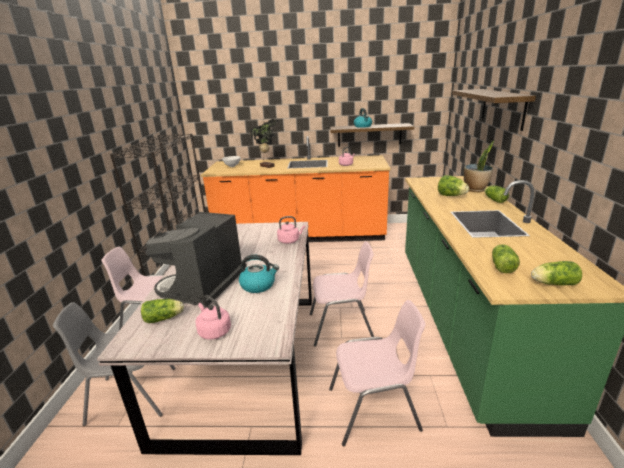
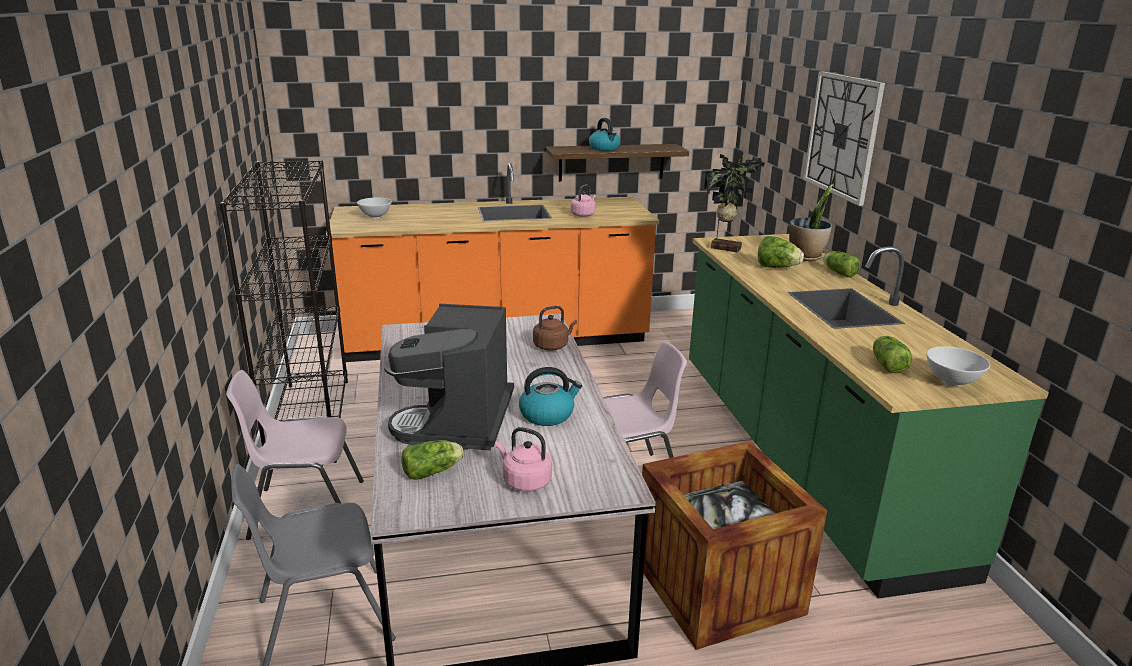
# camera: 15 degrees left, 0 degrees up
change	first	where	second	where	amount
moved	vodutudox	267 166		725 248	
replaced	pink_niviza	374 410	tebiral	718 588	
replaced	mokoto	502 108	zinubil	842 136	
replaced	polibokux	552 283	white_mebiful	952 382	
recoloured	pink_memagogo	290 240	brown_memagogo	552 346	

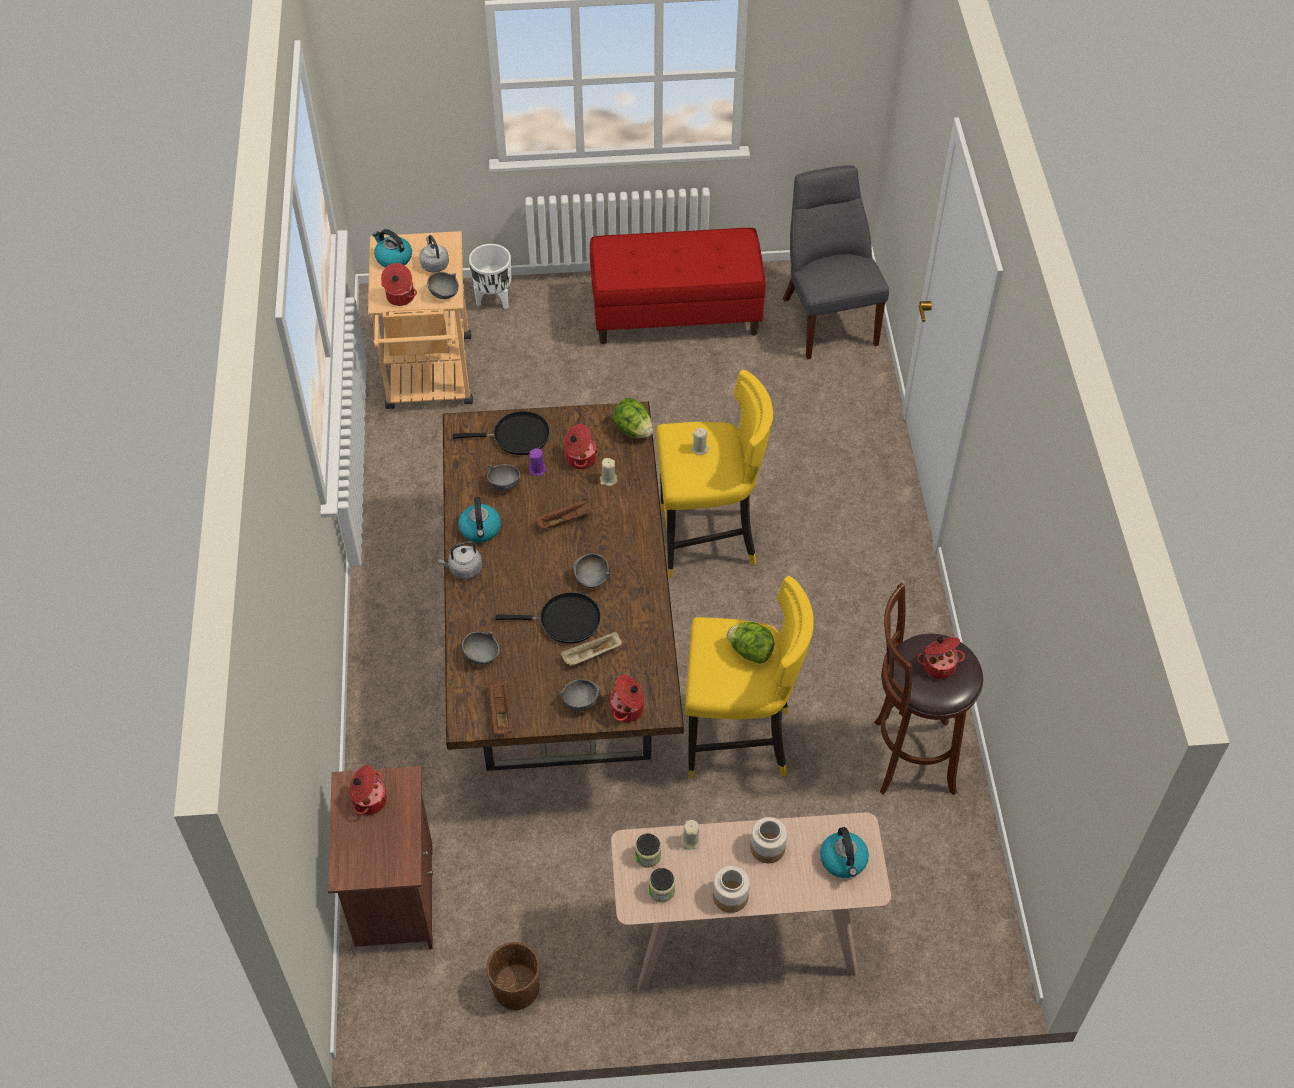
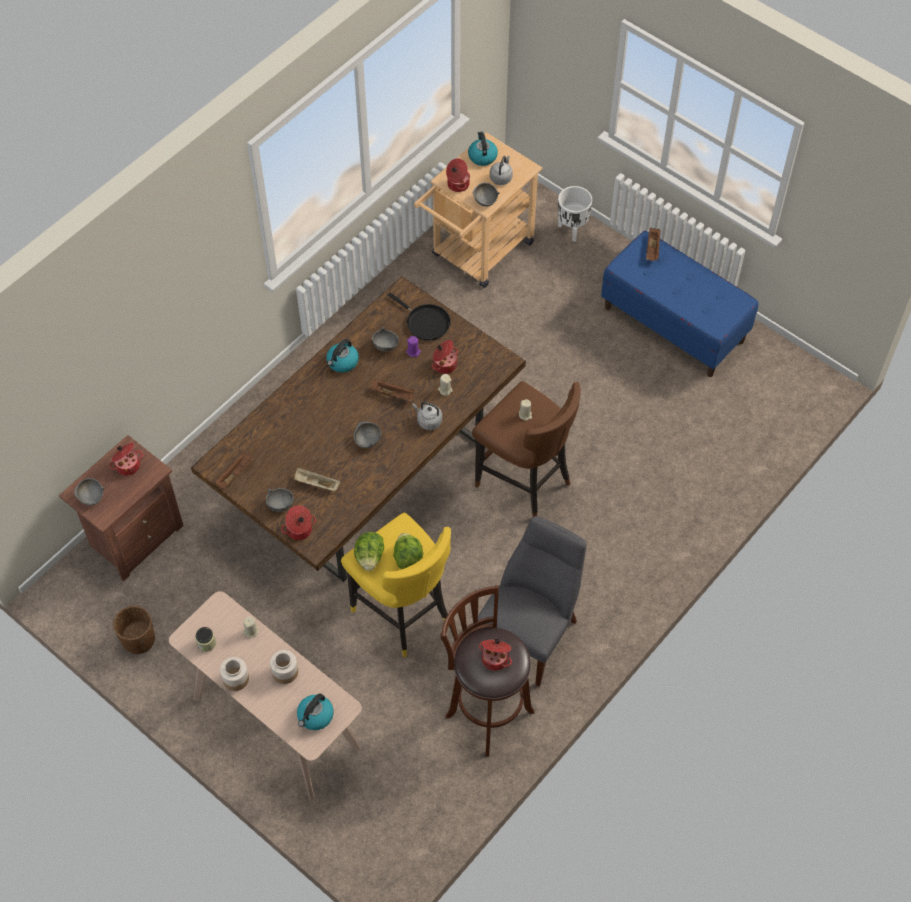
# camera: 45 degrees right, 5 degrees up
change	first	where	second	where	amount
removed	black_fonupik	565 621			
removed	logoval	648 856			
added			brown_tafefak	652 249	
moved	grey_memagogo	464 569		428 421	
moved	grey_mebiful	482 656		91 497	
moved	polibokux	633 430		369 557	
moved	grey_niviza	827 318		530 633	
recoloured	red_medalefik	676 314	blue_medalefik	674 324	
recoloured	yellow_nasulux	708 540	brown_nasulux	524 483	

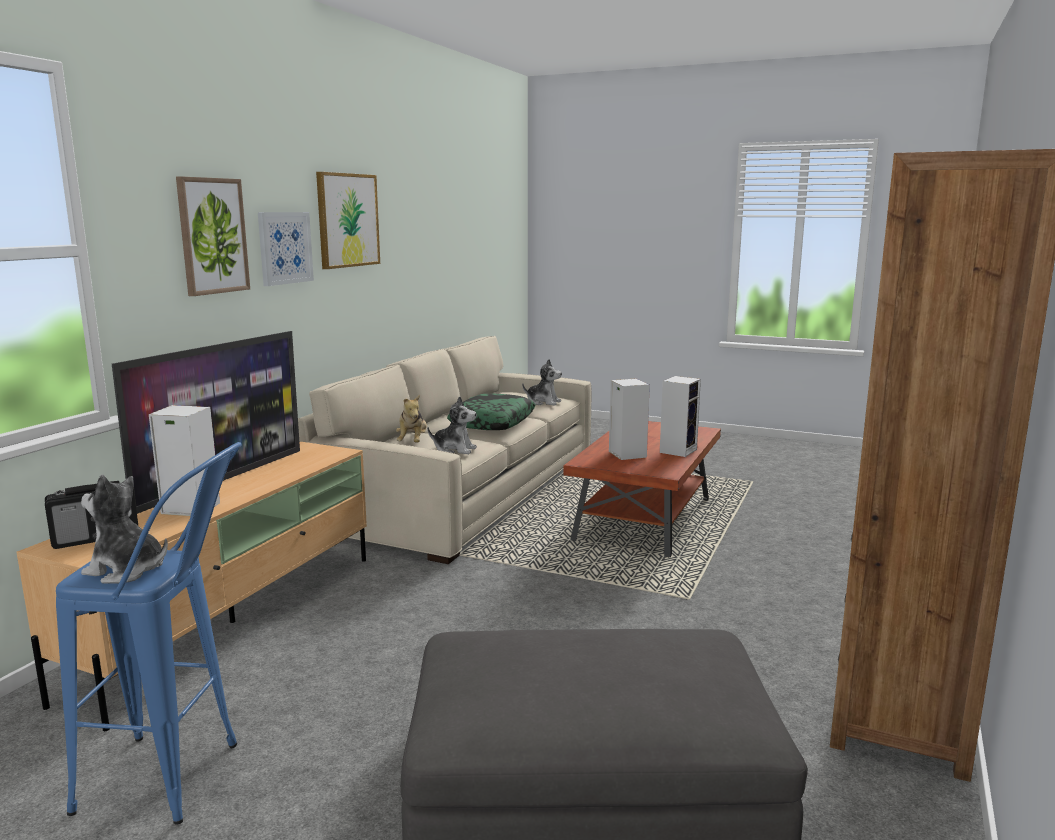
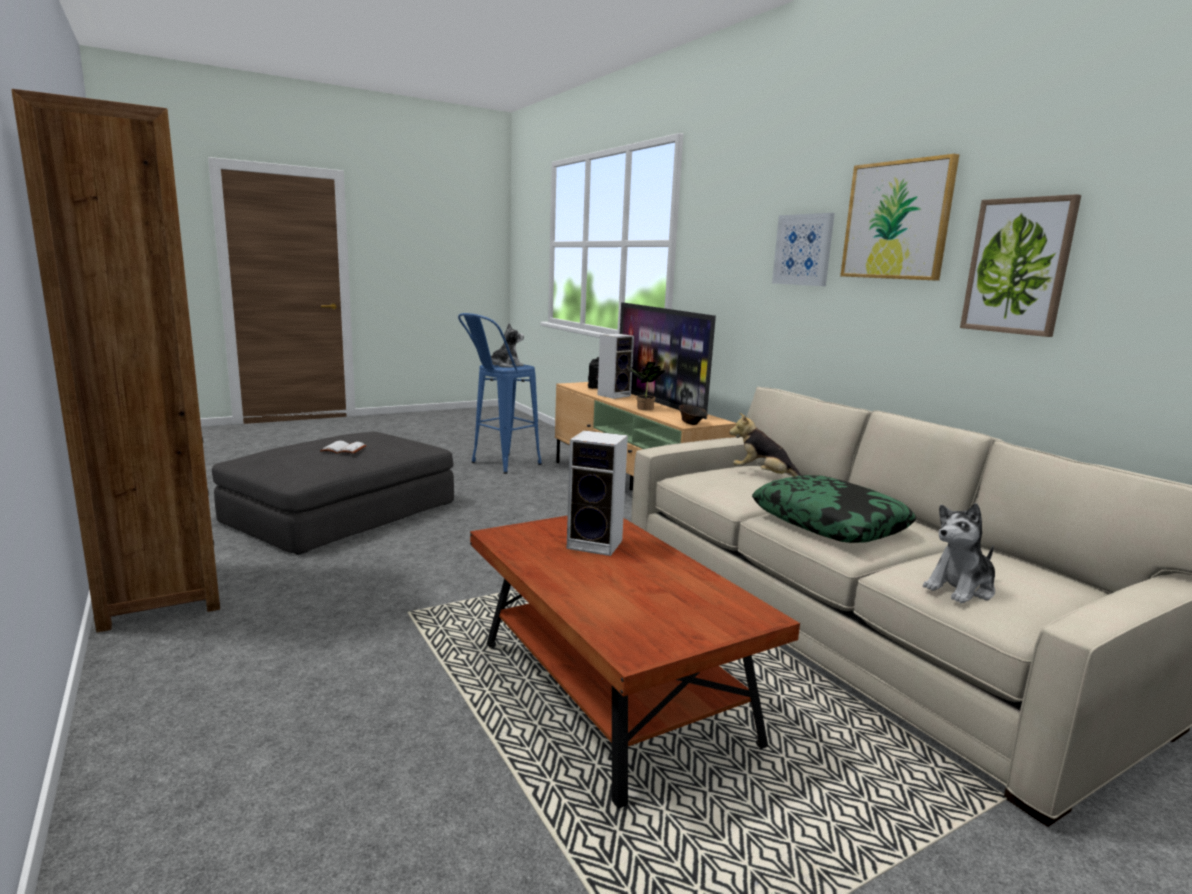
# camera: 125 degrees right, 0 degrees up
change	first	where	second	where	amount
removed	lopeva	454 450			
removed	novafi	678 450			
added			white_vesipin	342 450	
added			vodutudox	642 408	
added			brown_mebiful	691 424	
moved	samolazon	212 236		1018 266	

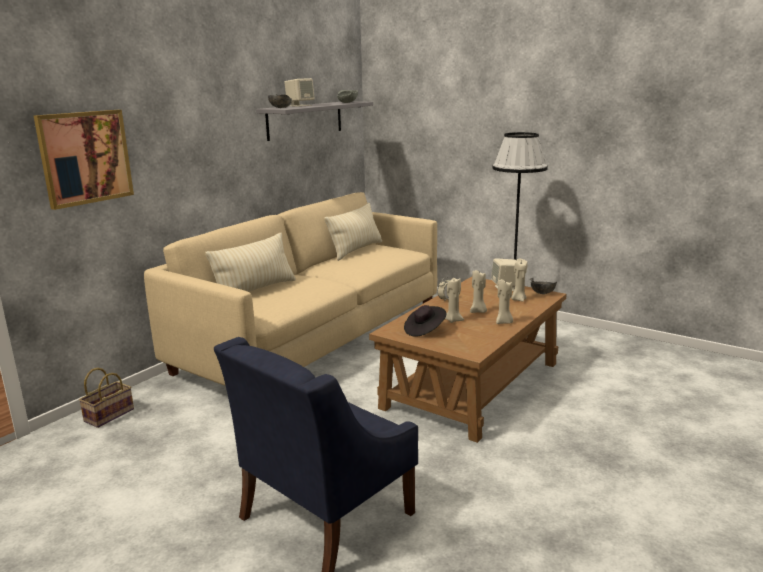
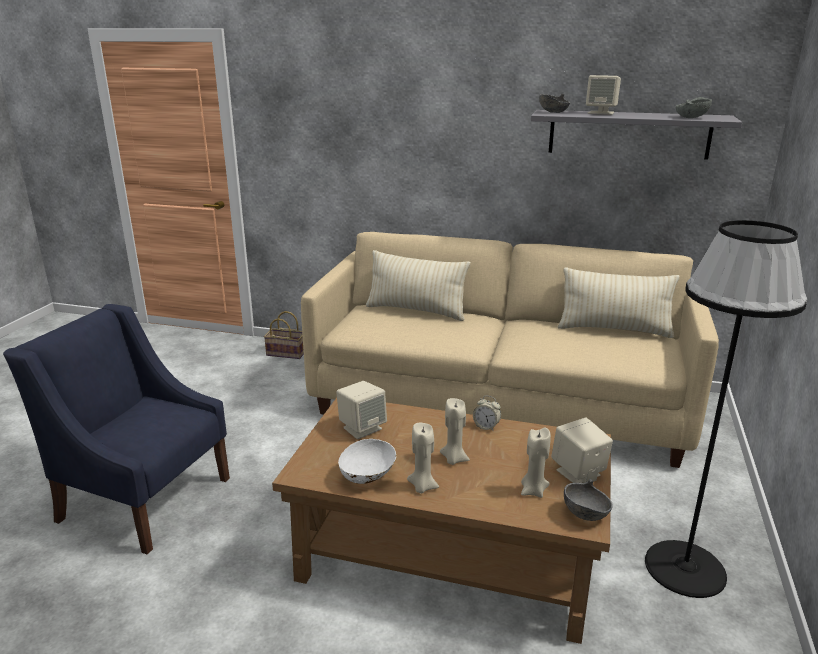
# camera: 70 degrees right, 5 degrees up
change	first	where	second	where	amount
removed	samolazon	85 157			
removed	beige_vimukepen	453 320			
added			white_mebiful	368 476	
replaced	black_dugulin	424 330	beige_novafi	362 428	

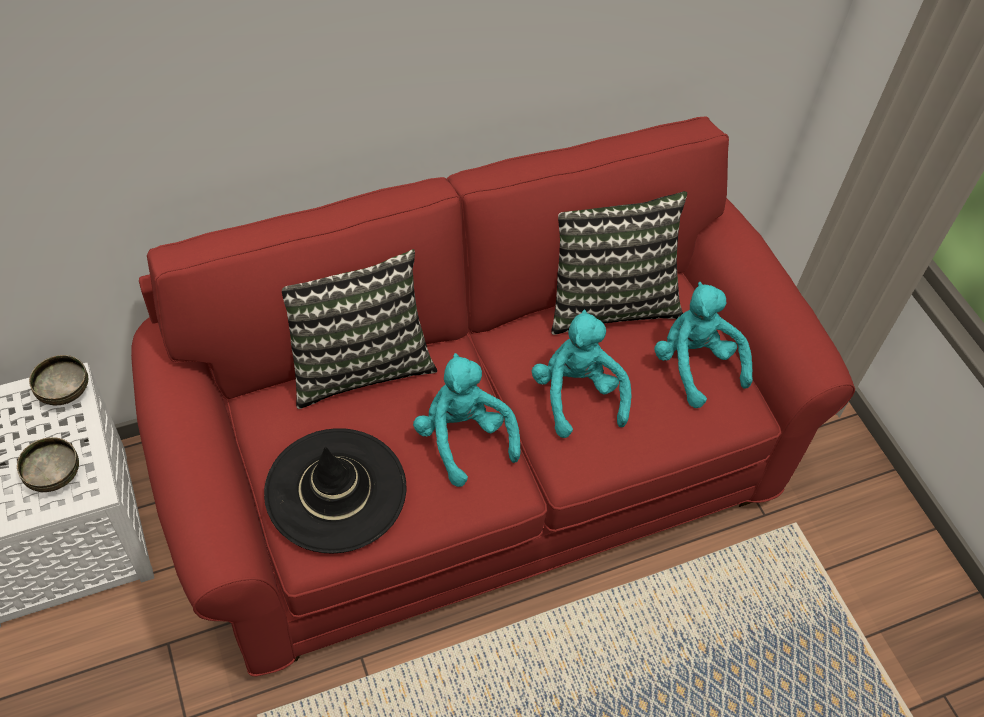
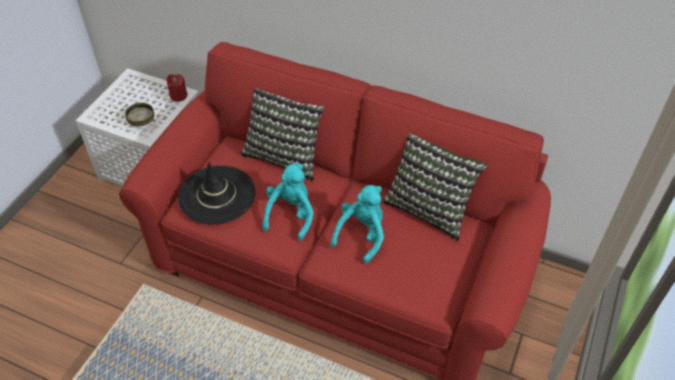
# camera: 50 degrees right, 5 degrees down
change	first	where	second	where	amount
removed	turquoise_lopeva	695 365			
replaced	mebiful	64 392	red_vimukepen	178 96	

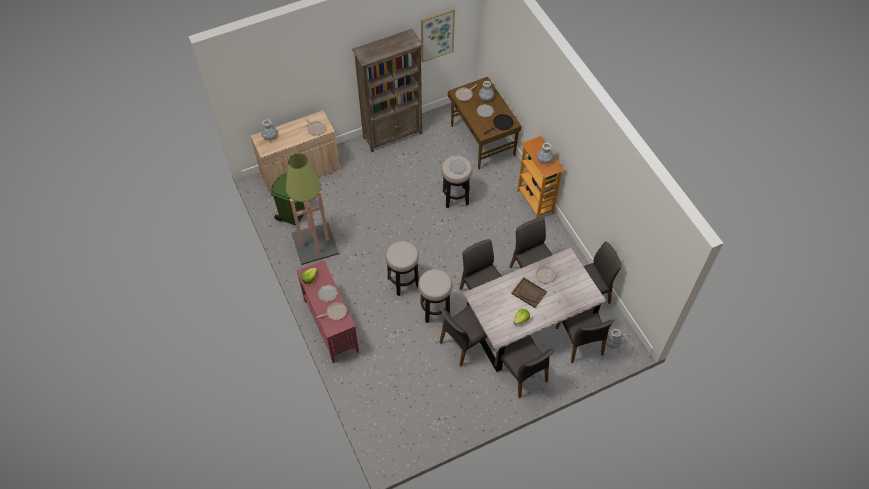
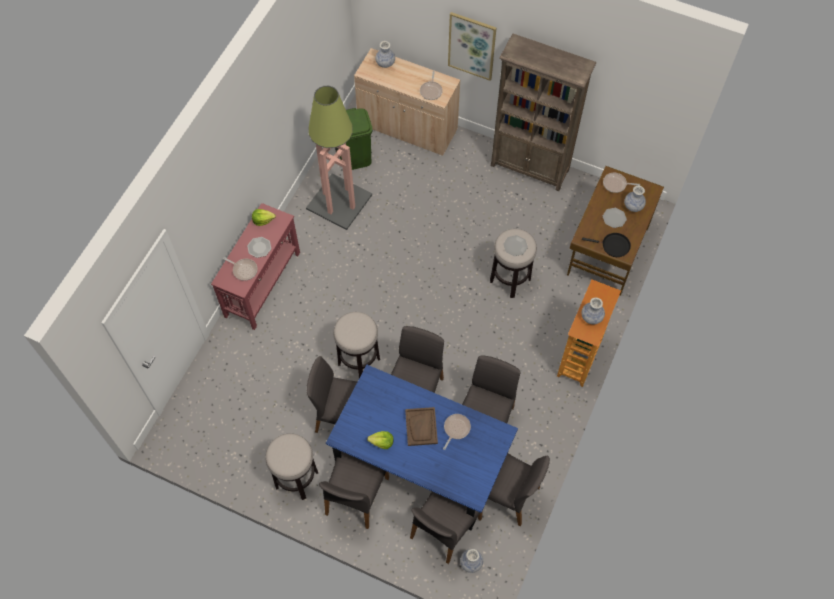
# camera: 50 degrees right, 5 degrees up
change	first	where	second	where	amount
moved	nasulux	403 282		296 479	
moved	samolazon	437 35		472 46	
recoloured	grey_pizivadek	529 324	blue_pizivadek	421 462	

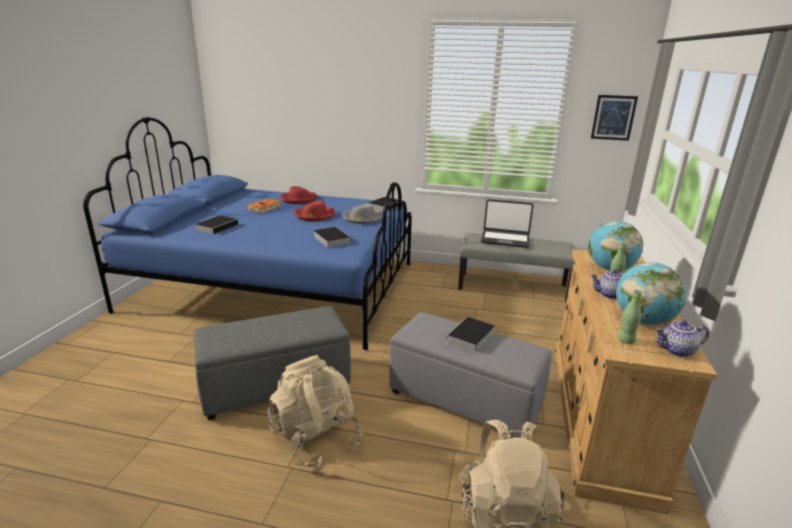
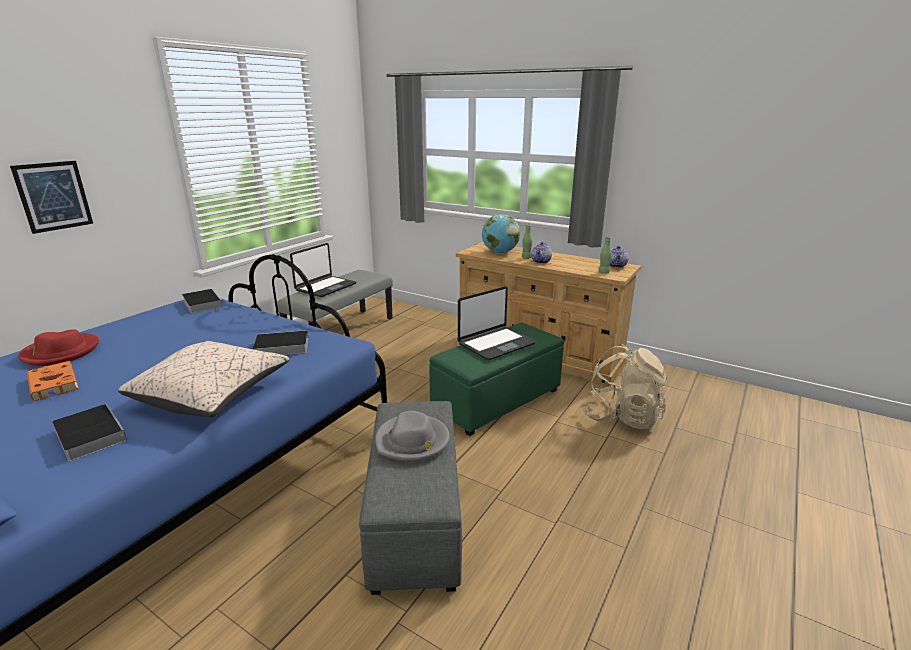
# camera: 70 degrees left, 0 degrees up
change	first	where	second	where	amount
removed	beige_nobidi	316 438			
removed	red_dugulin	314 215			
removed	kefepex	643 321			
added			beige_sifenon	213 394	
moved	grey_dugulin	362 218		412 441	
moved	samolazon	613 117		54 196	
replaced	vesipin	470 338	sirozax	495 344	
recoloured	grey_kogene	465 399	green_kogene	498 400	

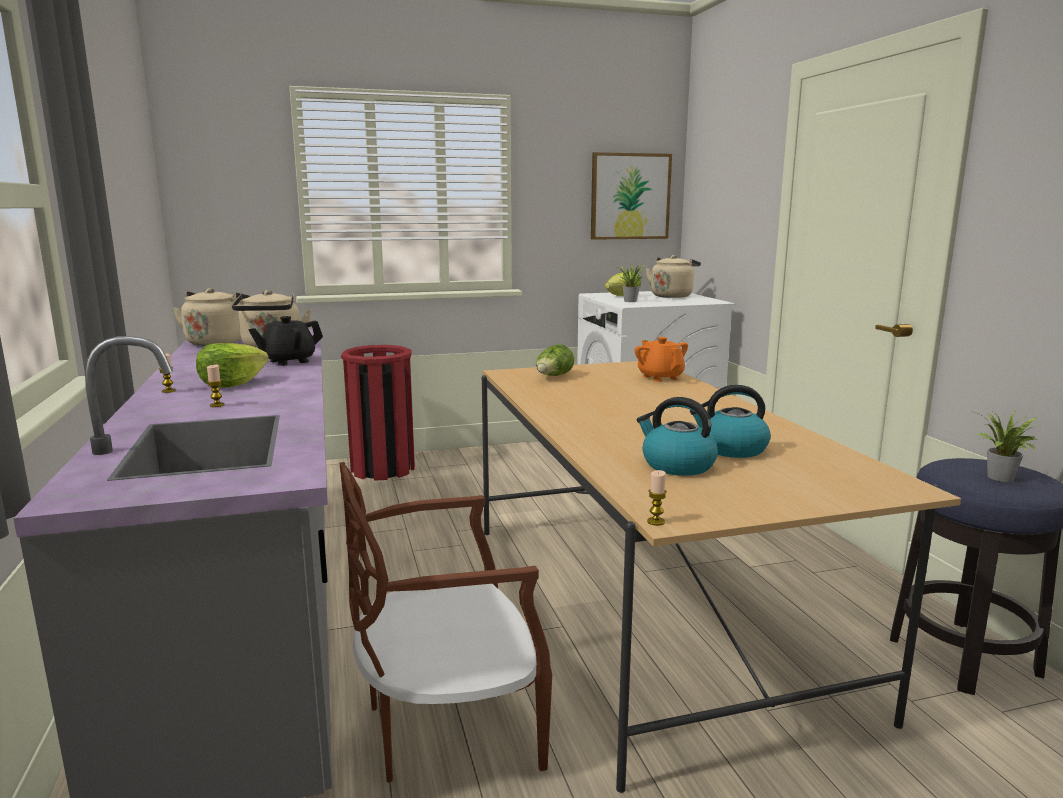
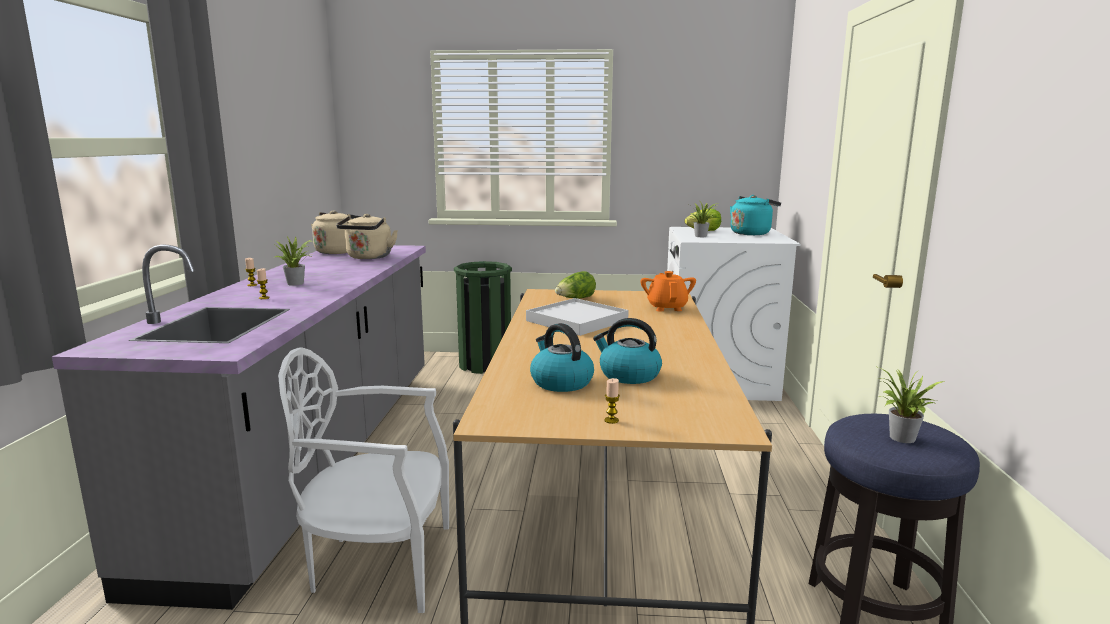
# camera: 20 degrees right, 0 degrees up
change	first	where	second	where	amount
removed	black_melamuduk	288 361			
removed	samolazon	630 196			
added			white_tafefak	577 321	
moved	vimukepen	656 522		611 420	
replaced	polibokux	232 383	vodutudox	298 283	
recoloured	brown_niviza	447 726	white_niviza	379 564	
recoloured	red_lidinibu	383 469	green_lidinibu	485 364	
recoloured	beige_memagogo	672 296	turquoise_memagogo	751 233	

